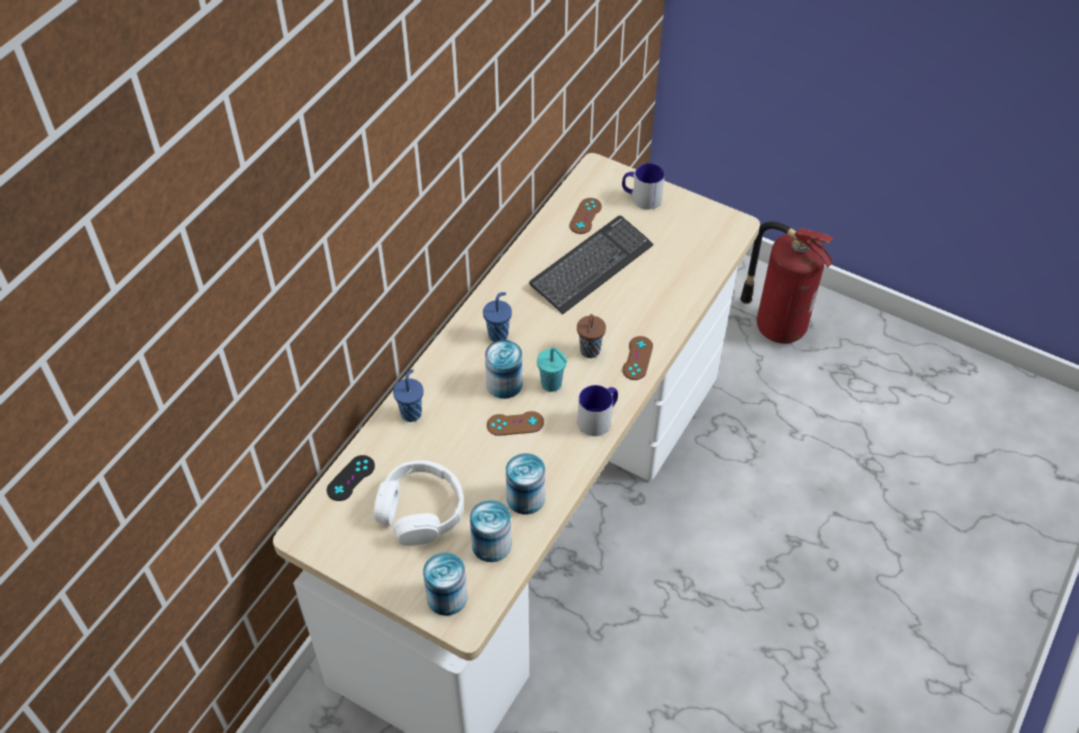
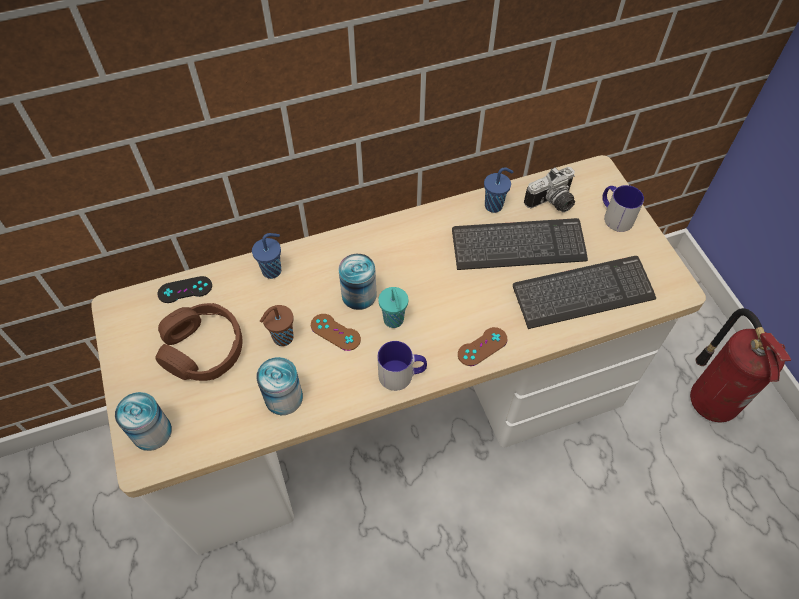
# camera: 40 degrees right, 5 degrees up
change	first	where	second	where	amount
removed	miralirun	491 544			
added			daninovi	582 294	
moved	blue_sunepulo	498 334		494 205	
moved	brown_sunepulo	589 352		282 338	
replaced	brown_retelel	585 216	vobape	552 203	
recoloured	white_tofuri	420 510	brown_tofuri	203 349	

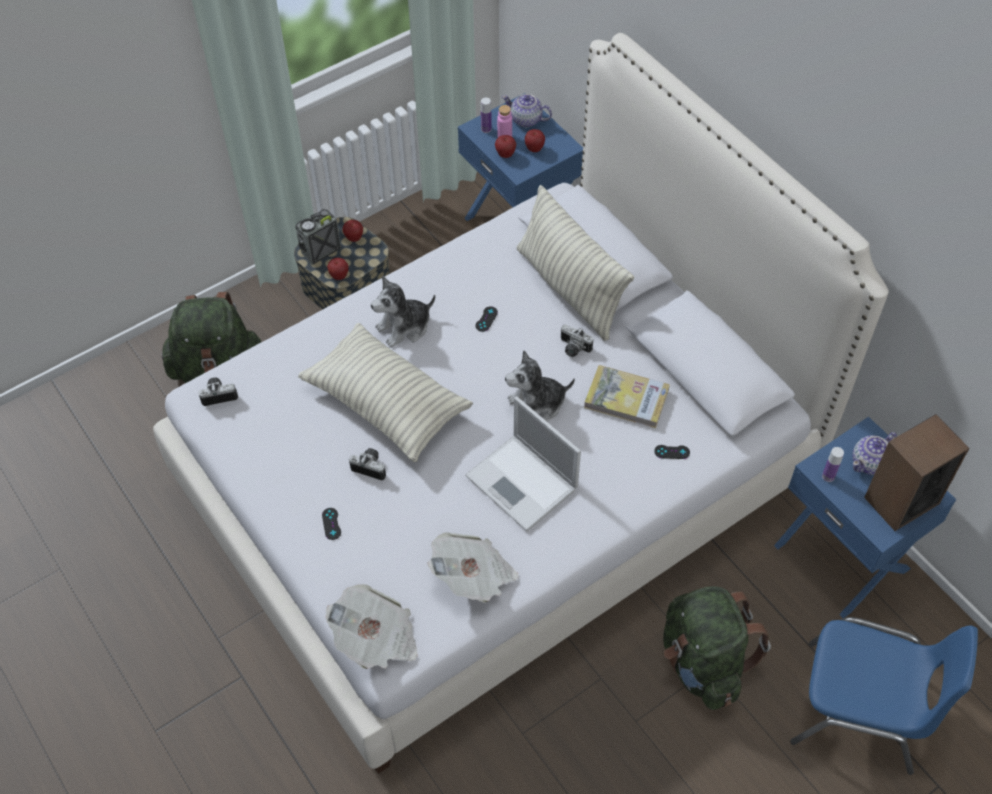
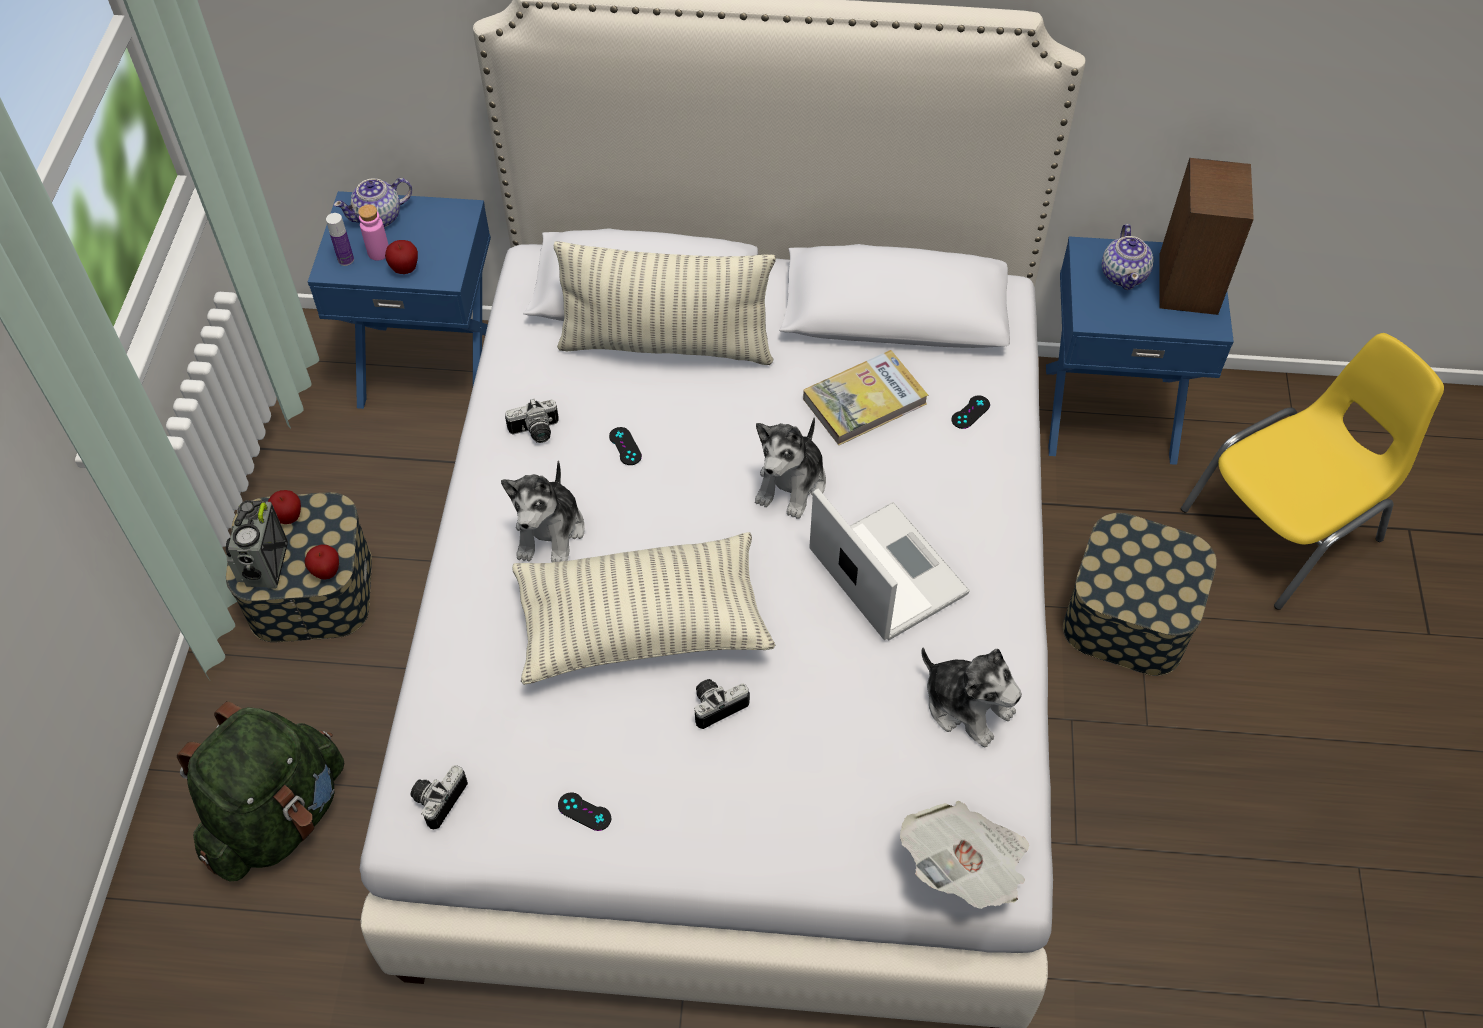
# camera: 50 degrees left, 0 degrees up
change	first	where	second	where	amount
removed	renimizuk	534 149			
removed	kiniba	828 476			
moved	black_retelel	331 524		584 811	
moved	vobape	573 348		536 432	
replaced	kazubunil	474 577	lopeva	967 705	
replaced	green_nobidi	703 663	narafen	1129 615	
recoloured	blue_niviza	861 709	yellow_niviza	1285 525	
turned	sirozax	523 483		885 570	120 degrees counterclockwise

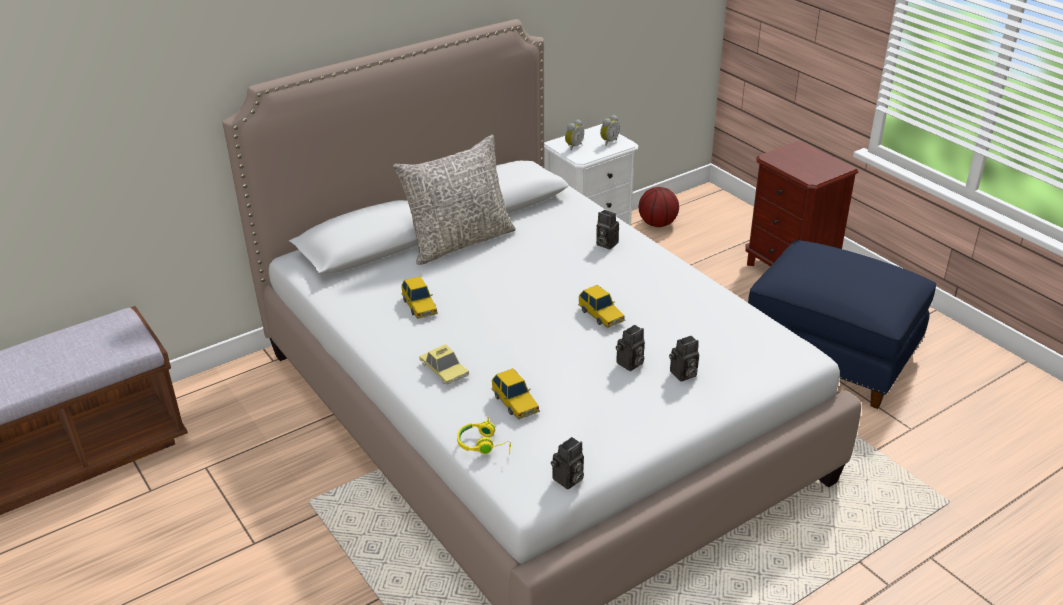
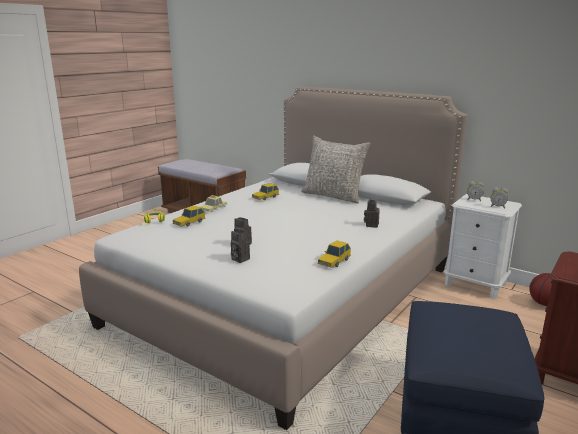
# camera: 70 degrees right, 15 degrees down
change	first	where	second	where	amount
removed	vobape	568 480			
moved	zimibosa	601 315		334 261	

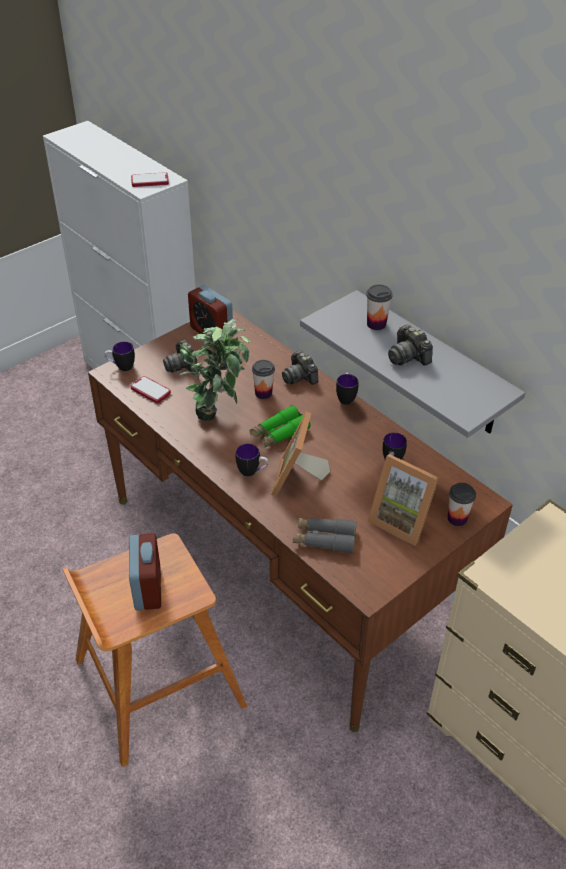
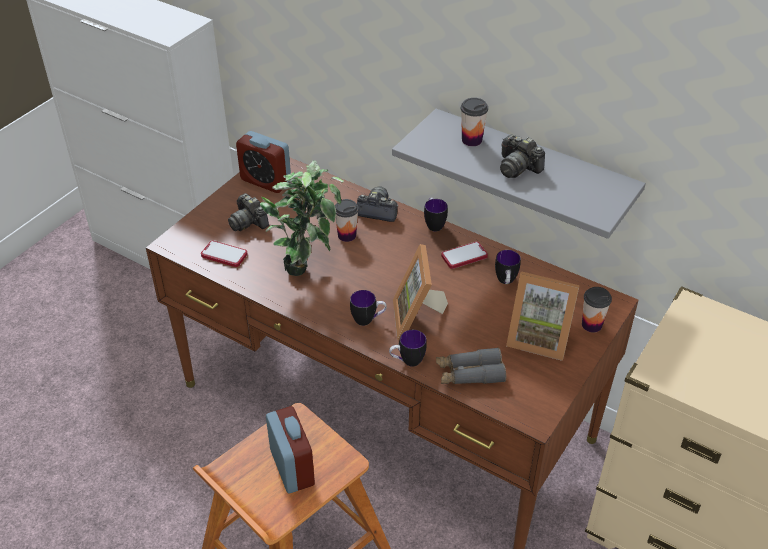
# camera: 15 degrees left, 0 degrees up
change	first	where	second	where	amount
removed	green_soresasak	279 433			
moved	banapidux	121 367		407 361	
moved	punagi	150 181		464 256	
turned	vobape	299 377		378 211	150 degrees clockwise

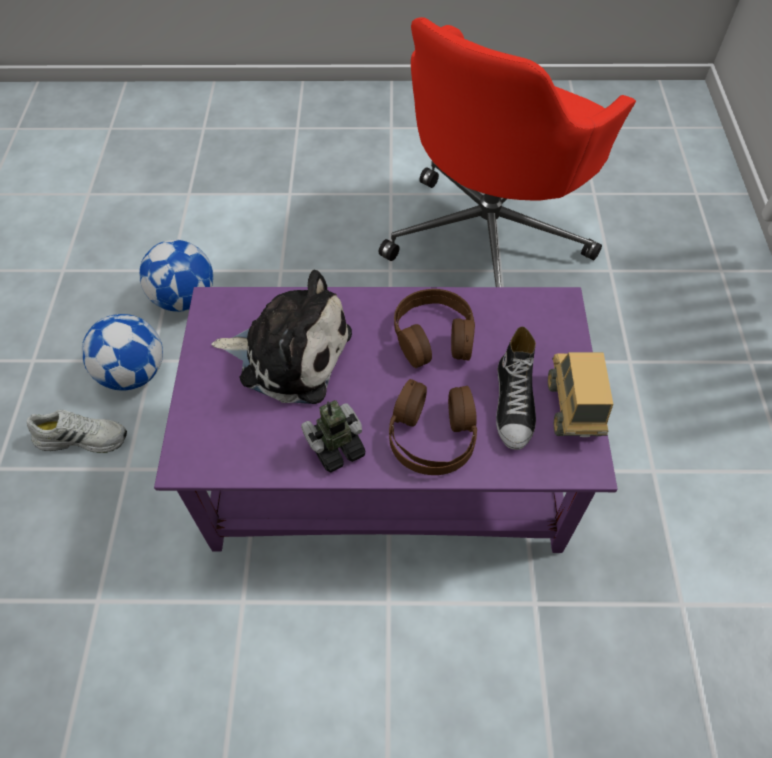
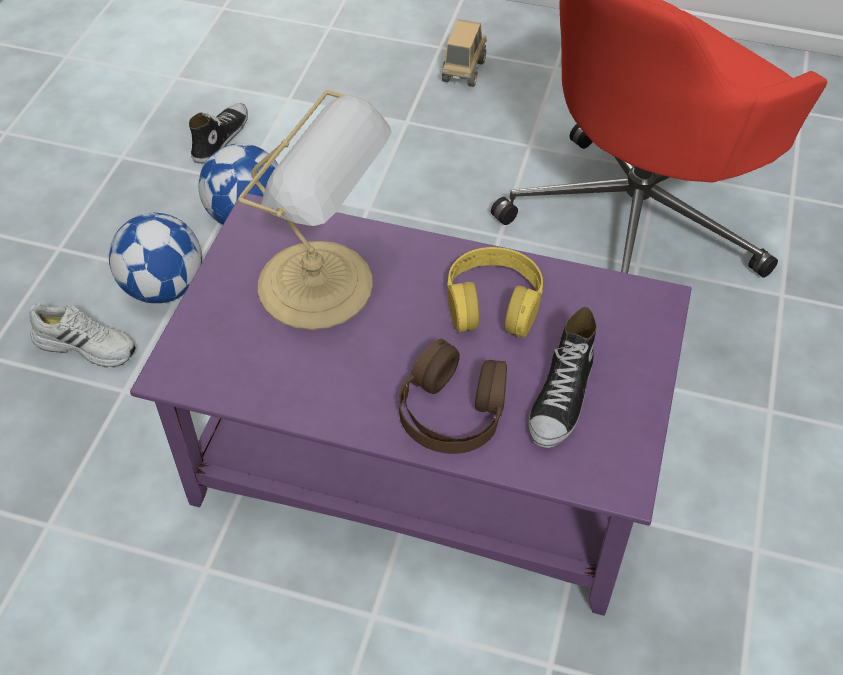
# camera: 15 degrees right, 5 degrees down
change	first	where	second	where	amount
removed	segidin	336 447			
added			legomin	220 138	
moved	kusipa	573 408		463 71	
replaced	lopeva	289 354	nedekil	322 286	
recoloured	brown_tofuri	434 335	yellow_tofuri	493 302	

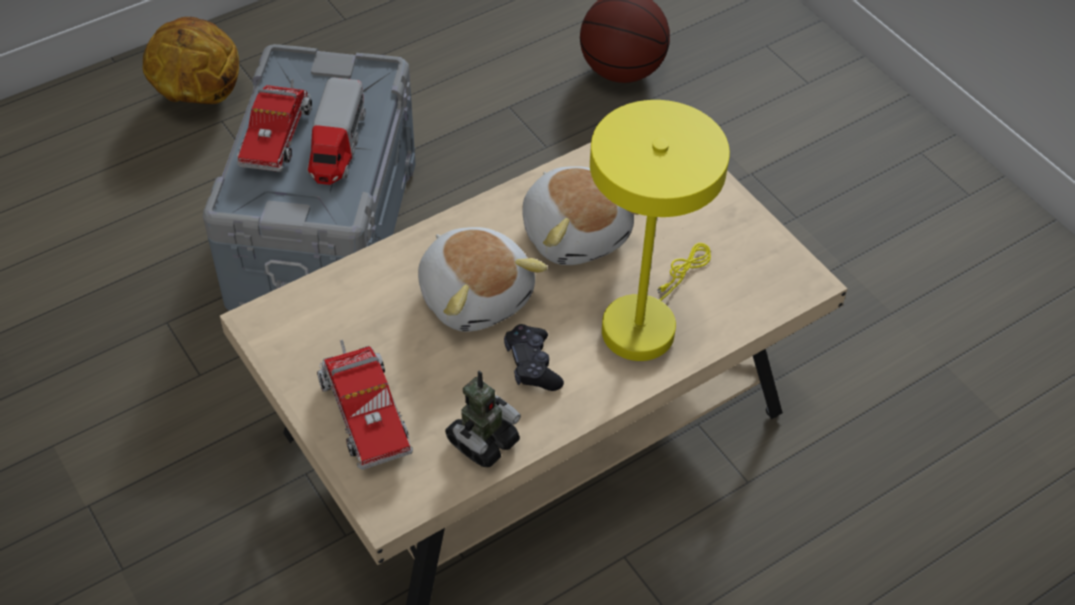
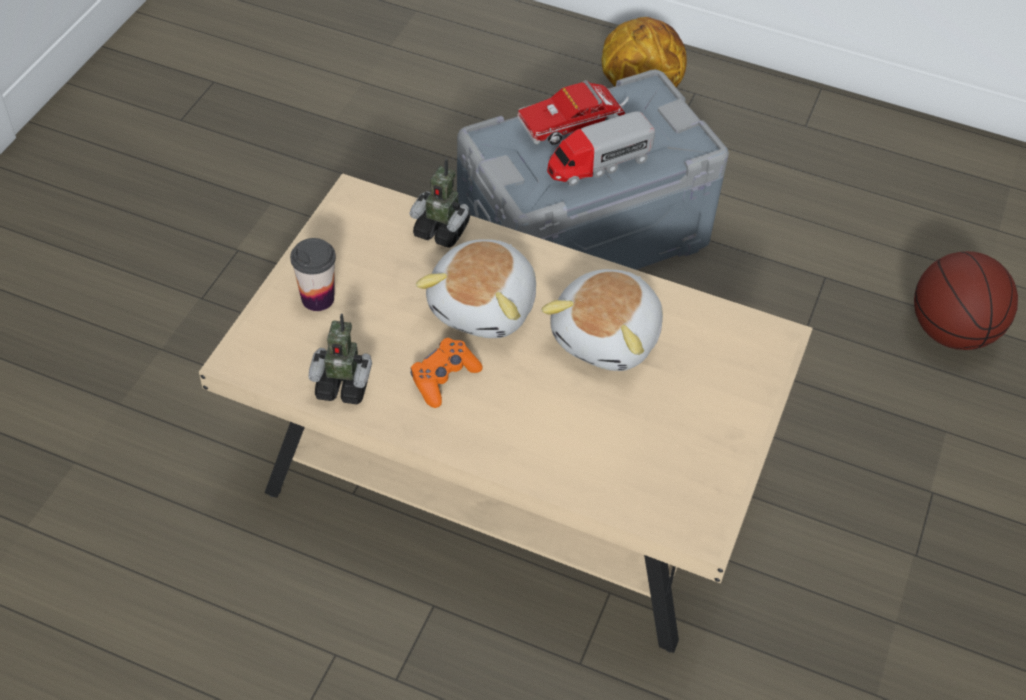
# camera: 55 degrees right, 0 degrees up
change	first	where	second	where	amount
removed	yellow_nedekil	644 321			
added			segidin	442 230	
replaced	kusipa	363 411	sunepulo	317 298	
recoloured	black_retelel	532 365	orange_retelel	444 378	

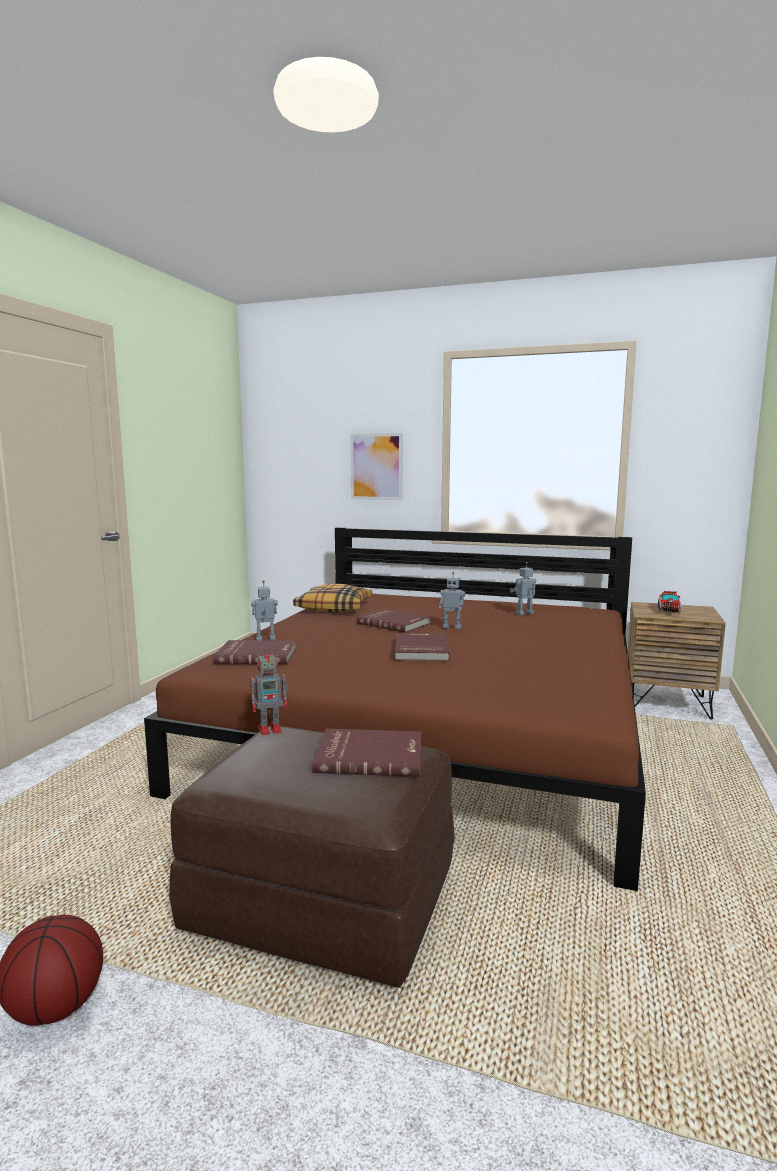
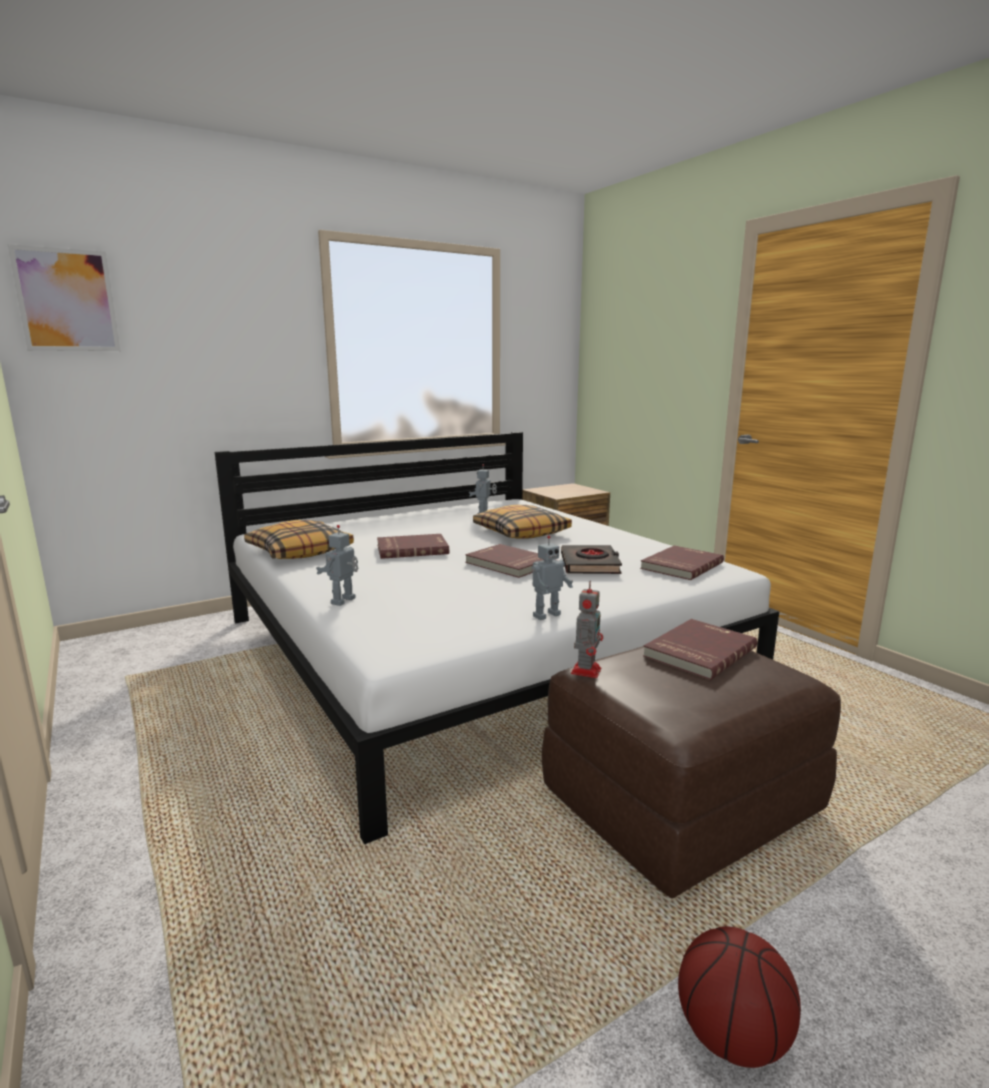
# camera: 50 degrees left, 5 degrees up
change	first	where	second	where	amount
removed	kusipa	668 610			
added			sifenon	521 532	
added			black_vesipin	590 565	
moved	red_vesipin	256 655		680 565	
moved	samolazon	376 466		67 300	
moved	segidin	452 627		546 615	
recoloured	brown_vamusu	433 732	white_vamusu	473 649	

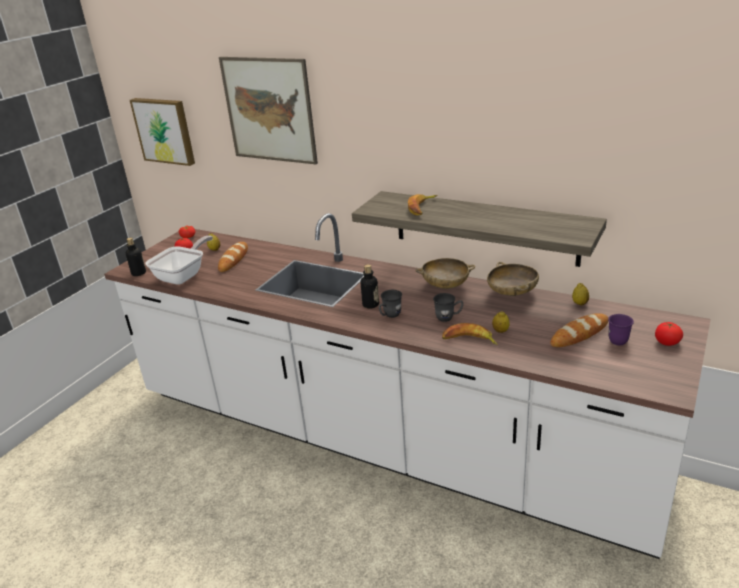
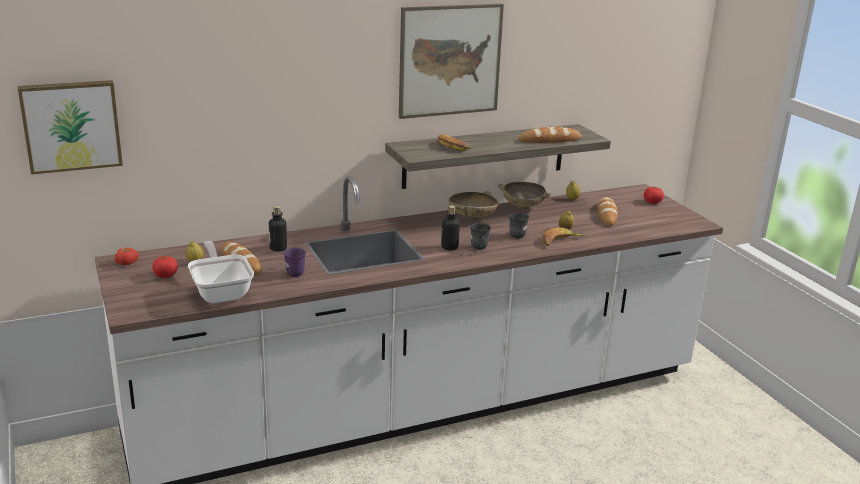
# camera: 55 degrees left, 5 degrees down
change	first	where	second	where	amount
added			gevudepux	550 140	
moved	kiniba	139 273		278 248	
moved	samolazon	269 110		450 60	
moved	purple_banapidux	617 338		293 272	

